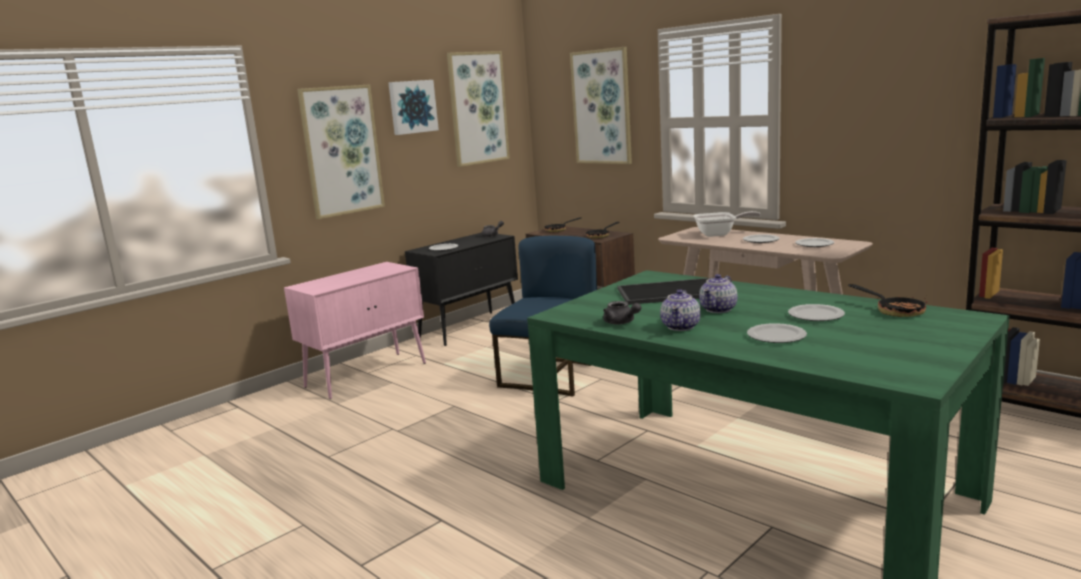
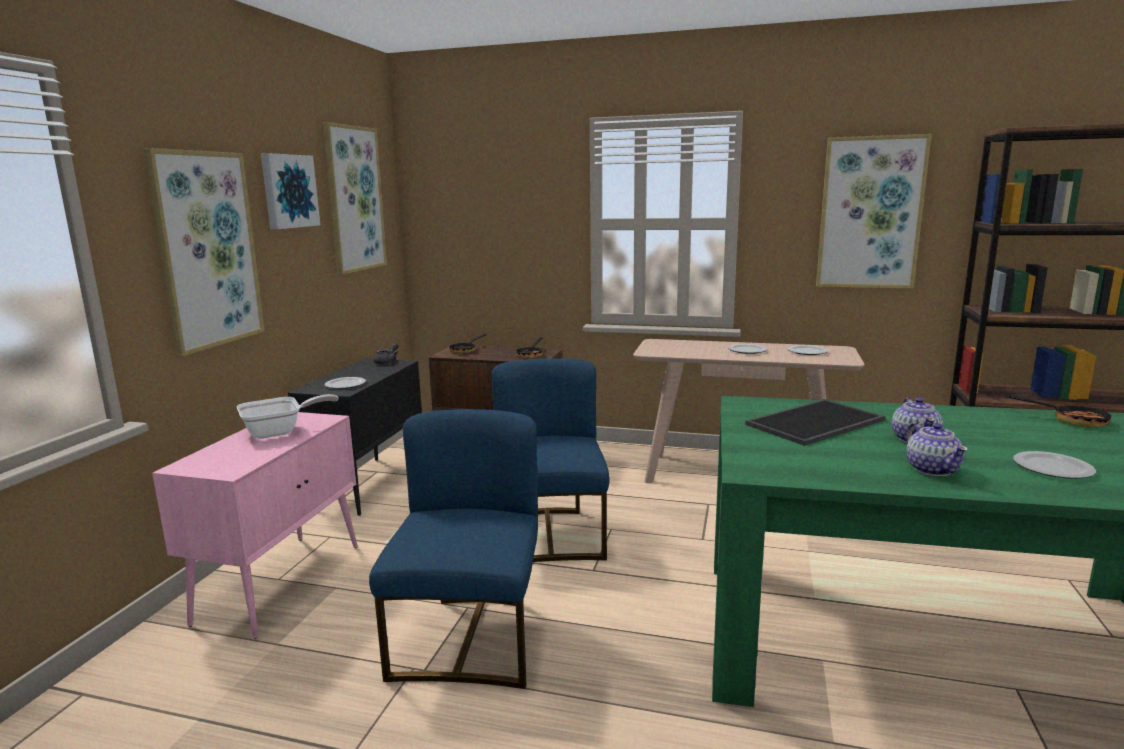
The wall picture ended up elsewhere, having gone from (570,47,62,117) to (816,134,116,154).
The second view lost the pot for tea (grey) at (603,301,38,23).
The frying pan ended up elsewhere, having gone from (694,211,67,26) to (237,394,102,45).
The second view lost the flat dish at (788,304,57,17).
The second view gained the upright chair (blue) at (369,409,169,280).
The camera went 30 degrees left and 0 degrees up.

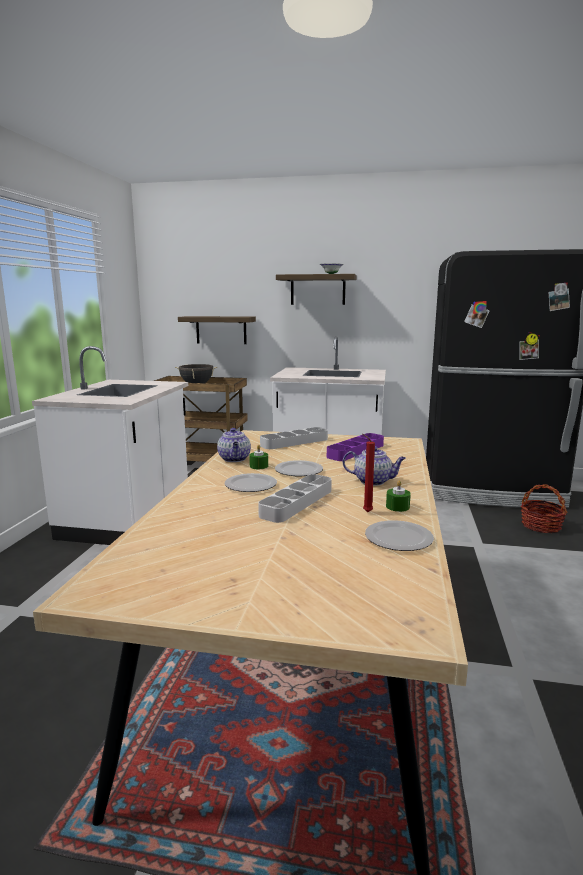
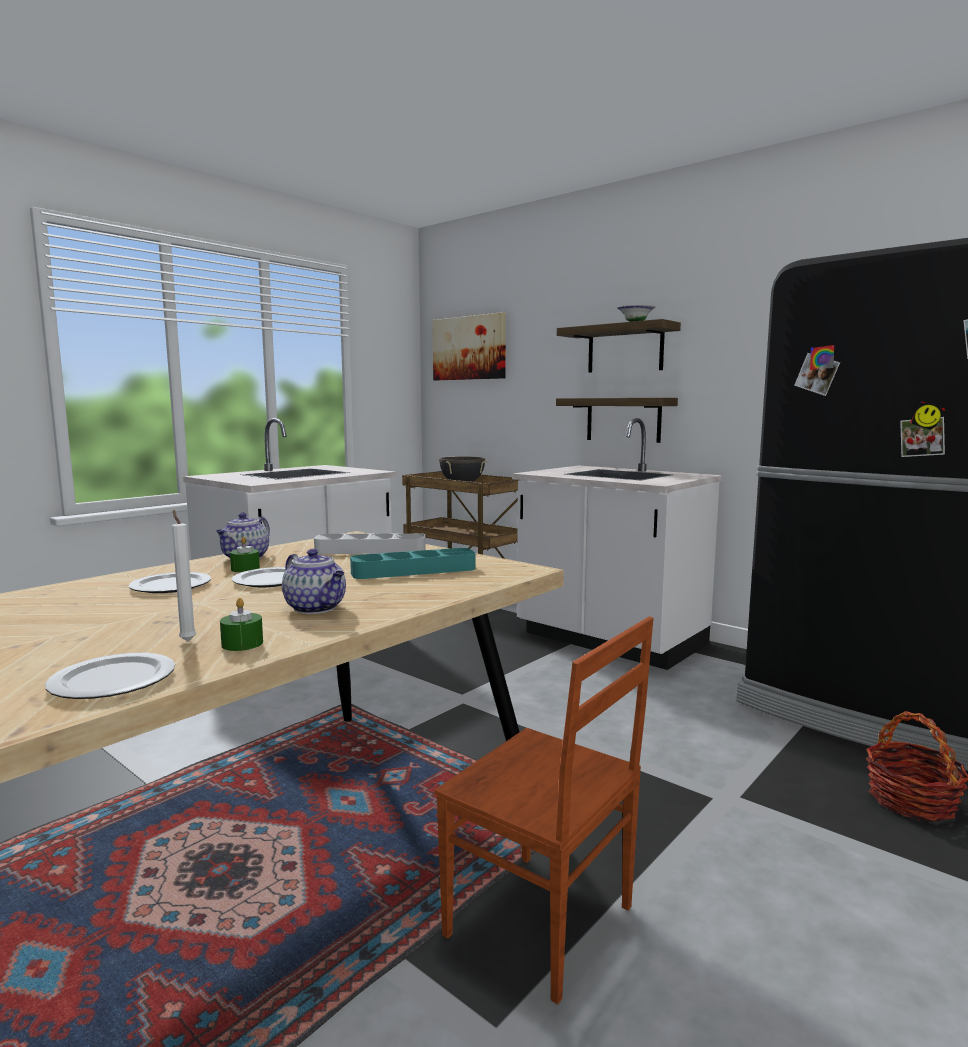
The wall shelf ended up elsewhere, having gone from (178,316,78,28) to (556,398,122,45).
The second view lost the carrying tray (grey) at (258,474,74,49).
What was the carrying tray (purplish) at (327,433,57,28) turned into the carrying tray (turquoise-coloured) at (350,548,125,31).
What was the candle (red) at (363,434,12,78) turned into the candle (white) at (172,510,24,131).
The second view gained the wall picture at (433,312,73,68).
The second view gained the upright chair (brown) at (435,616,219,388).
The camera went 30 degrees right and 5 degrees down.

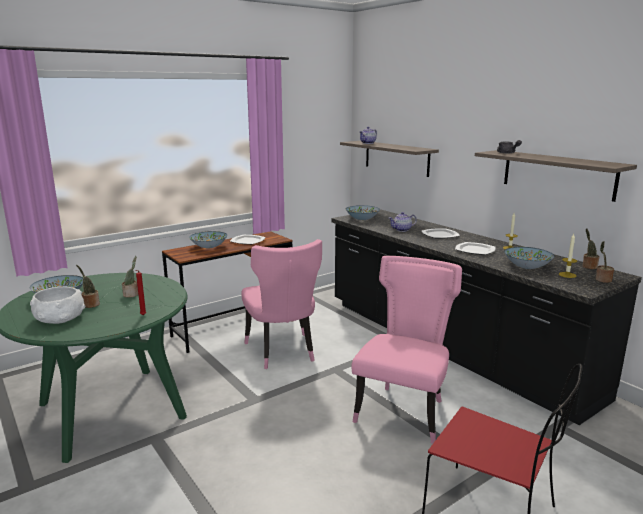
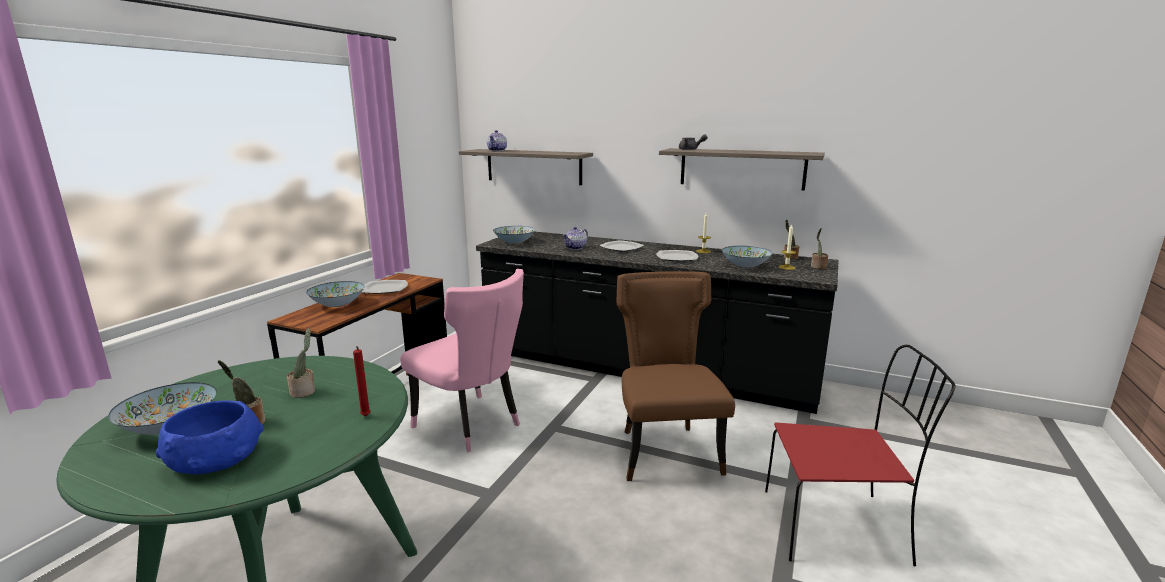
What was the serving bowl (white) at (30,286,55,38) turned into the serving bowl (blue) at (156,400,107,74).
What was the upright chair (pink-coloured) at (352,256,110,188) turned into the upright chair (brown) at (616,271,119,210).
The camera went 30 degrees left and 0 degrees up.

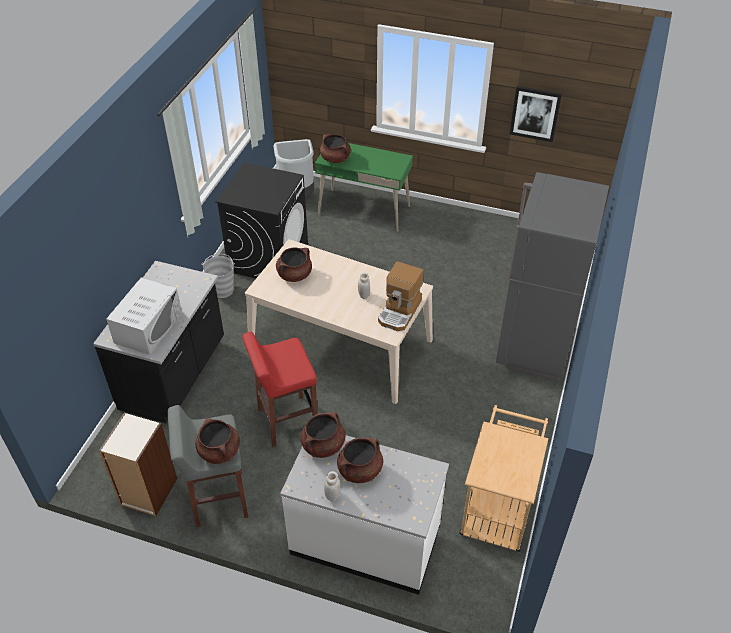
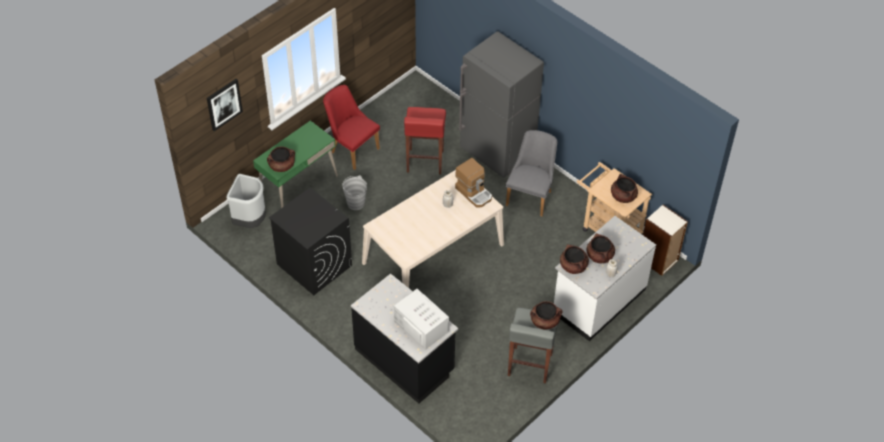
The bookshelf ended up elsewhere, having gone from (99,413,78,103) to (643,204,45,72).
The pail (grey) ended up elsewhere, having gone from (201,254,34,44) to (342,175,25,35).
The stool (red) ended up elsewhere, having gone from (242,331,75,116) to (404,107,42,67).
The cooking pot (brown) ended up elsewhere, having gone from (276,248,36,34) to (611,174,27,29).
The wall picture ended up elsewhere, having gone from (510,86,52,56) to (207,79,36,52).
The second view gained the upright chair (red) at (323,85,57,85).
The second view gained the upright chair (grey) at (506,130,51,87).
The camera went 65 degrees left and 5 degrees up.

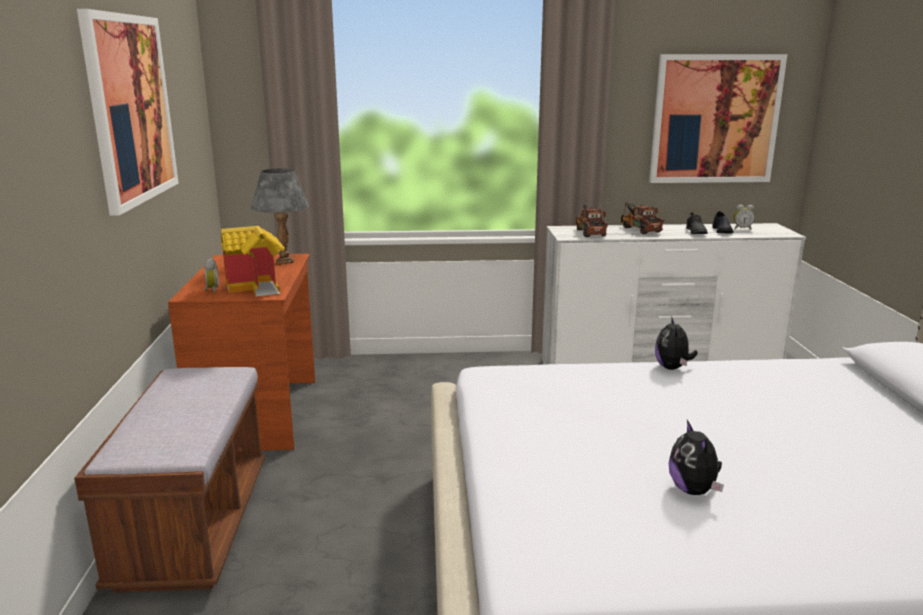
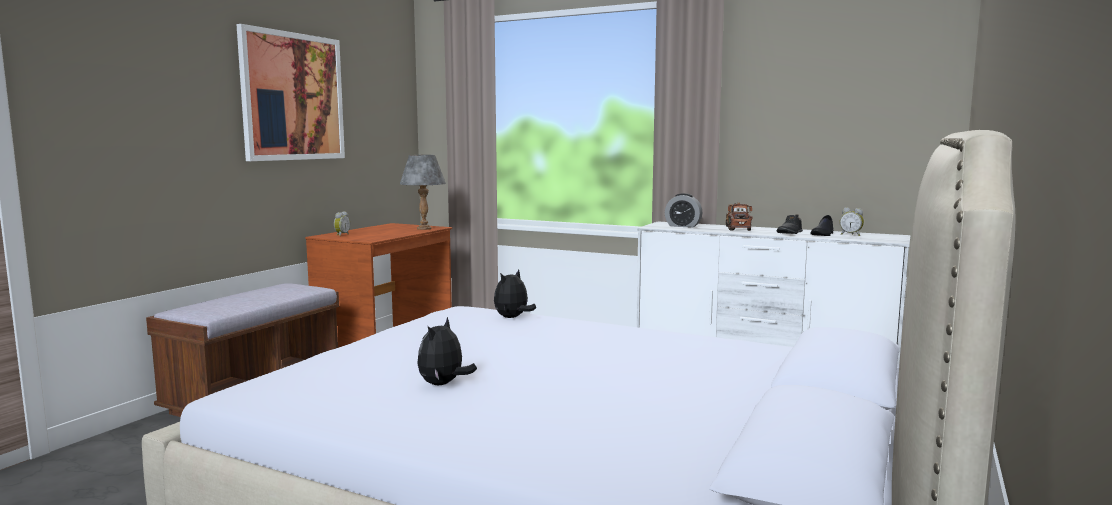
The second view lost the miniature house at (221,226,64,71).
Where the model truck stood at (576,205,32,32), the bedside clock came to stand at (665,193,37,35).
The second view lost the wall picture at (649,54,139,129).
The cuddly toy ended up elsewhere, having gone from (655,316,43,54) to (494,269,42,49).
The camera went 30 degrees right and 10 degrees down.

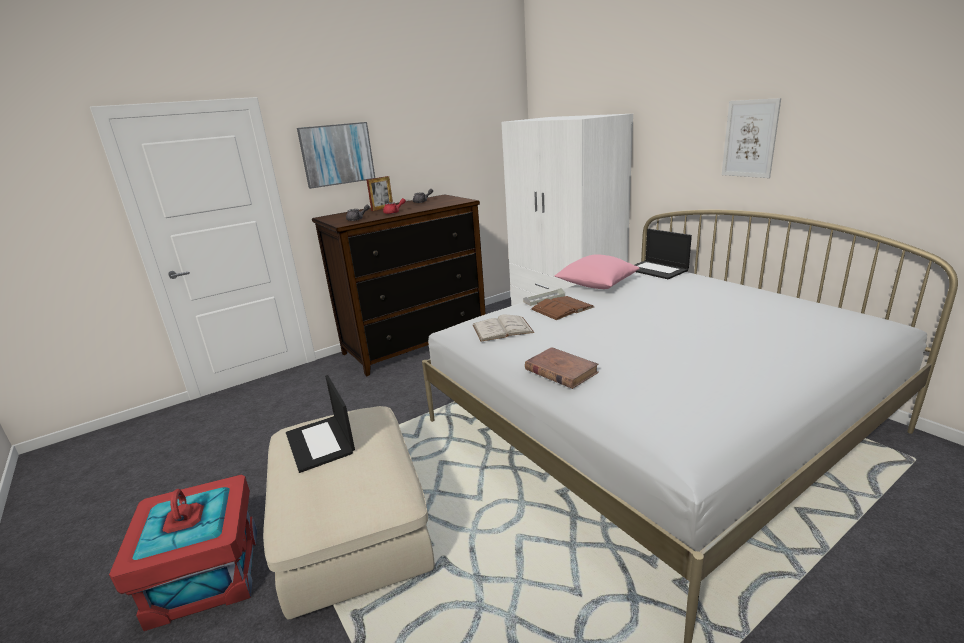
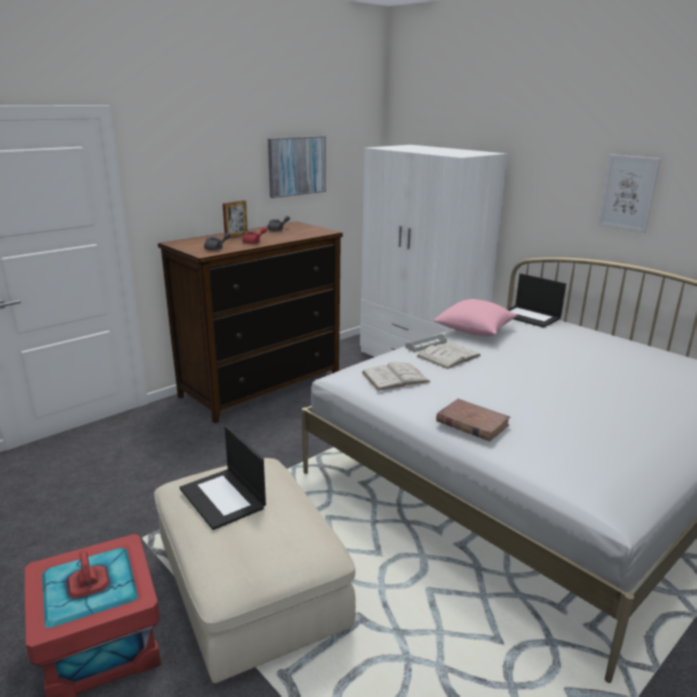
The wall picture ended up elsewhere, having gone from (297,122,78,67) to (268,136,58,62).
What was the book (brown) at (531,296,63,24) turned into the book (white) at (417,343,64,26).
The camera went 10 degrees left and 0 degrees up.

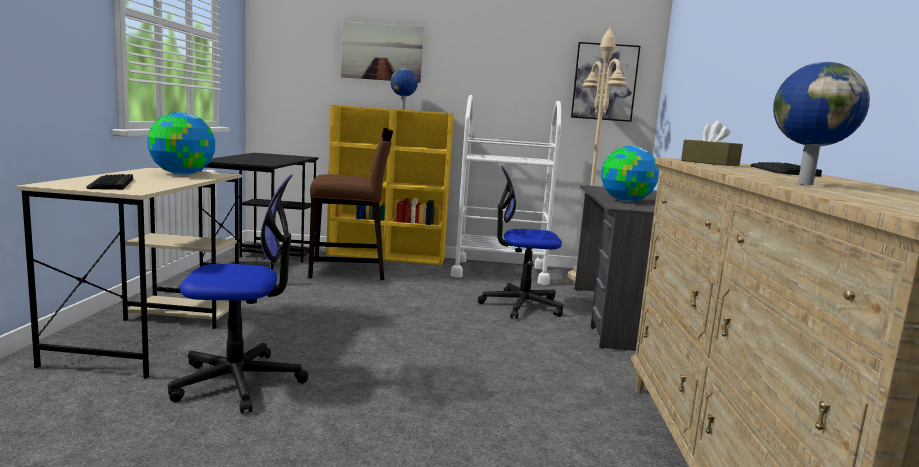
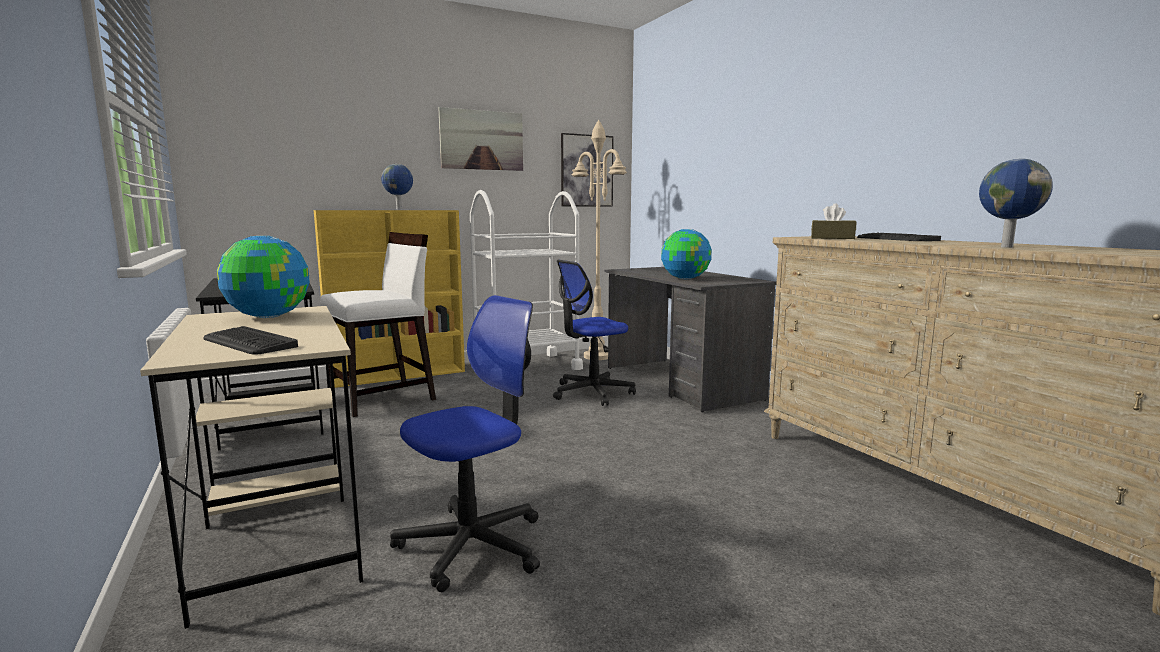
What was the upright chair (brown) at (308,128,85,152) turned into the upright chair (white) at (320,232,116,185).
The wall picture ended up elsewhere, having gone from (341,22,83,61) to (438,107,85,64).
The camera went 30 degrees left and 0 degrees up.

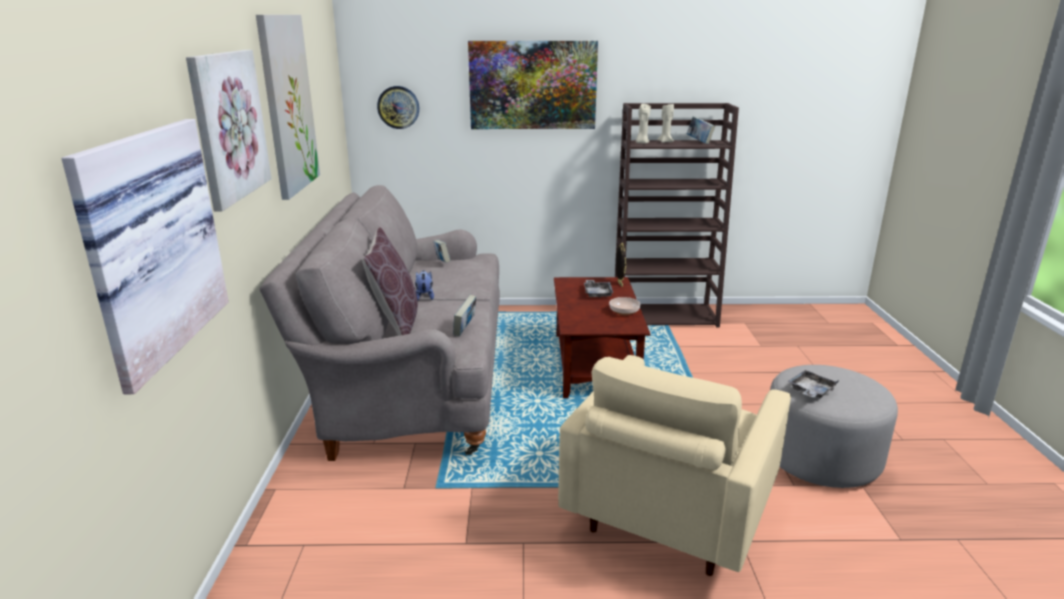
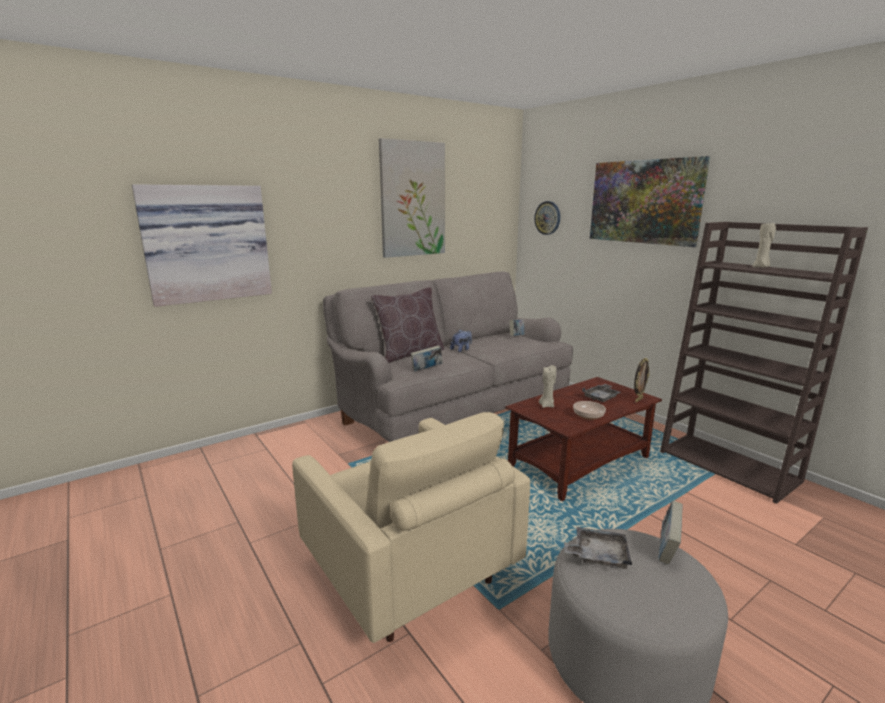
The second view lost the wall picture at (186,50,86,161).
The lounge chair (sand-coloured) at (558,355,233,221) ended up facing another way, 120 degrees counterclockwise from before.
The candle (sand-coloured) ended up elsewhere, having gone from (636,104,15,40) to (539,365,17,43).
The book ended up elsewhere, having gone from (687,116,28,28) to (658,500,25,65).
The camera went 55 degrees right and 5 degrees down.

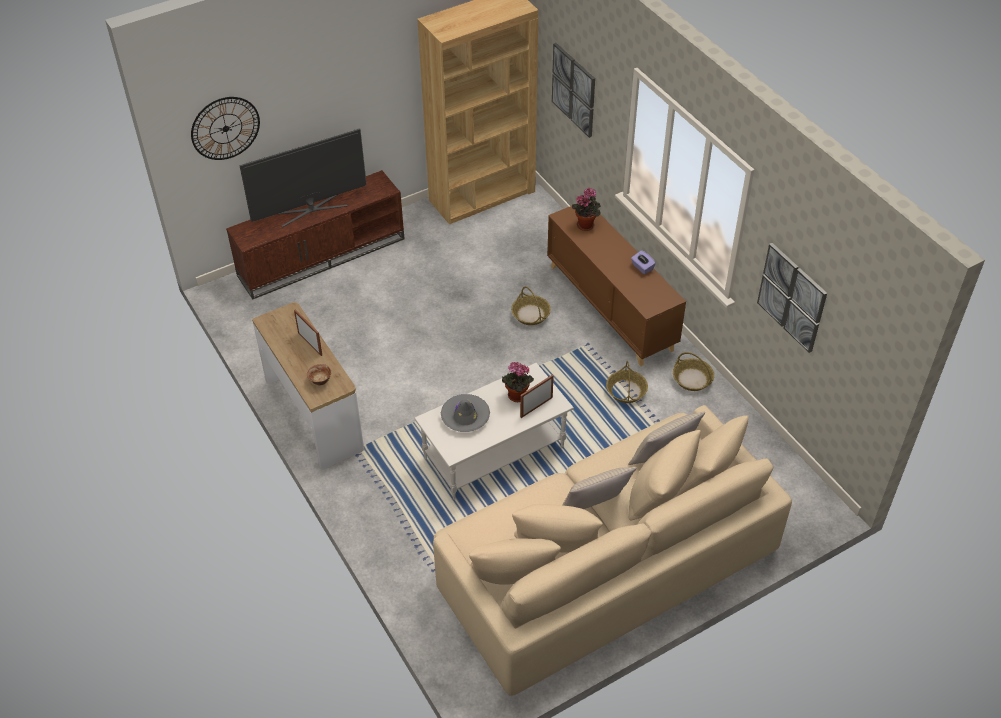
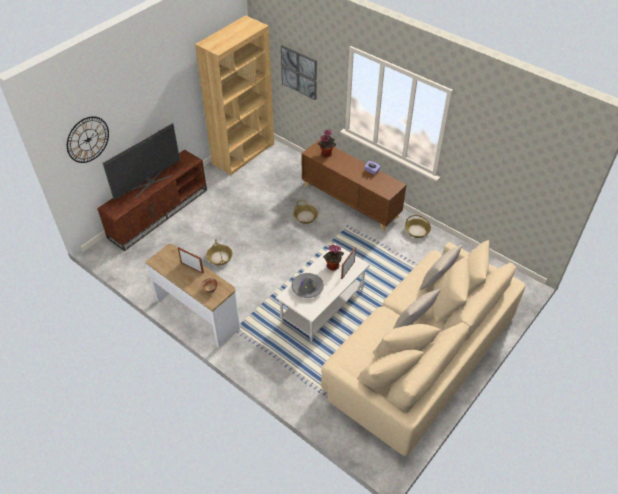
The storage basket ended up elsewhere, having gone from (606,361,42,42) to (206,239,27,26).
The second view lost the wall picture at (757,243,70,110).
The camera went 20 degrees left and 0 degrees up.

